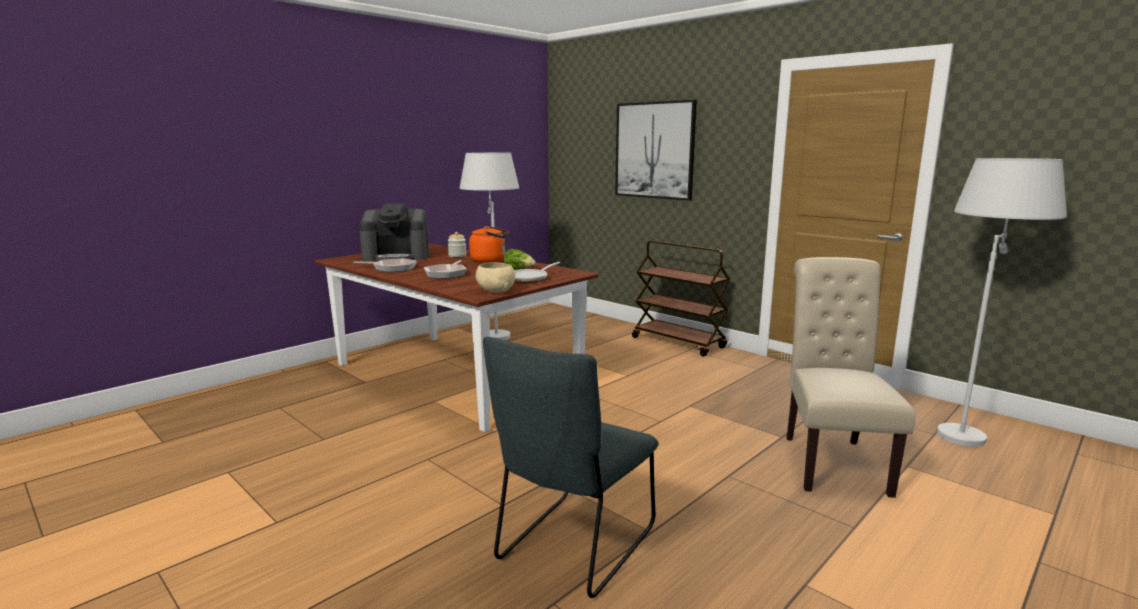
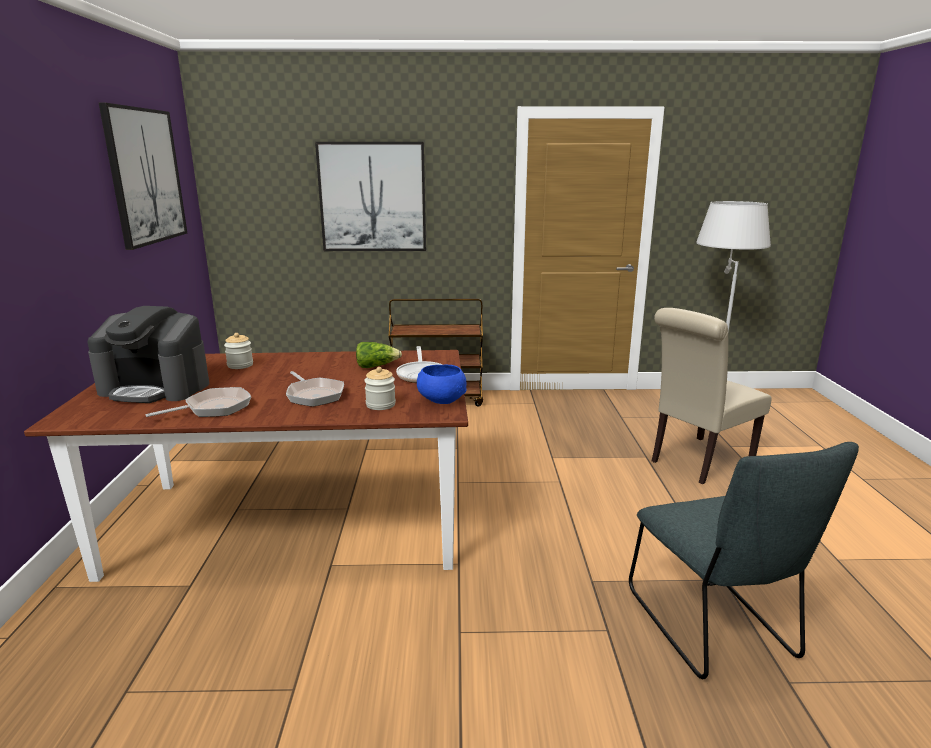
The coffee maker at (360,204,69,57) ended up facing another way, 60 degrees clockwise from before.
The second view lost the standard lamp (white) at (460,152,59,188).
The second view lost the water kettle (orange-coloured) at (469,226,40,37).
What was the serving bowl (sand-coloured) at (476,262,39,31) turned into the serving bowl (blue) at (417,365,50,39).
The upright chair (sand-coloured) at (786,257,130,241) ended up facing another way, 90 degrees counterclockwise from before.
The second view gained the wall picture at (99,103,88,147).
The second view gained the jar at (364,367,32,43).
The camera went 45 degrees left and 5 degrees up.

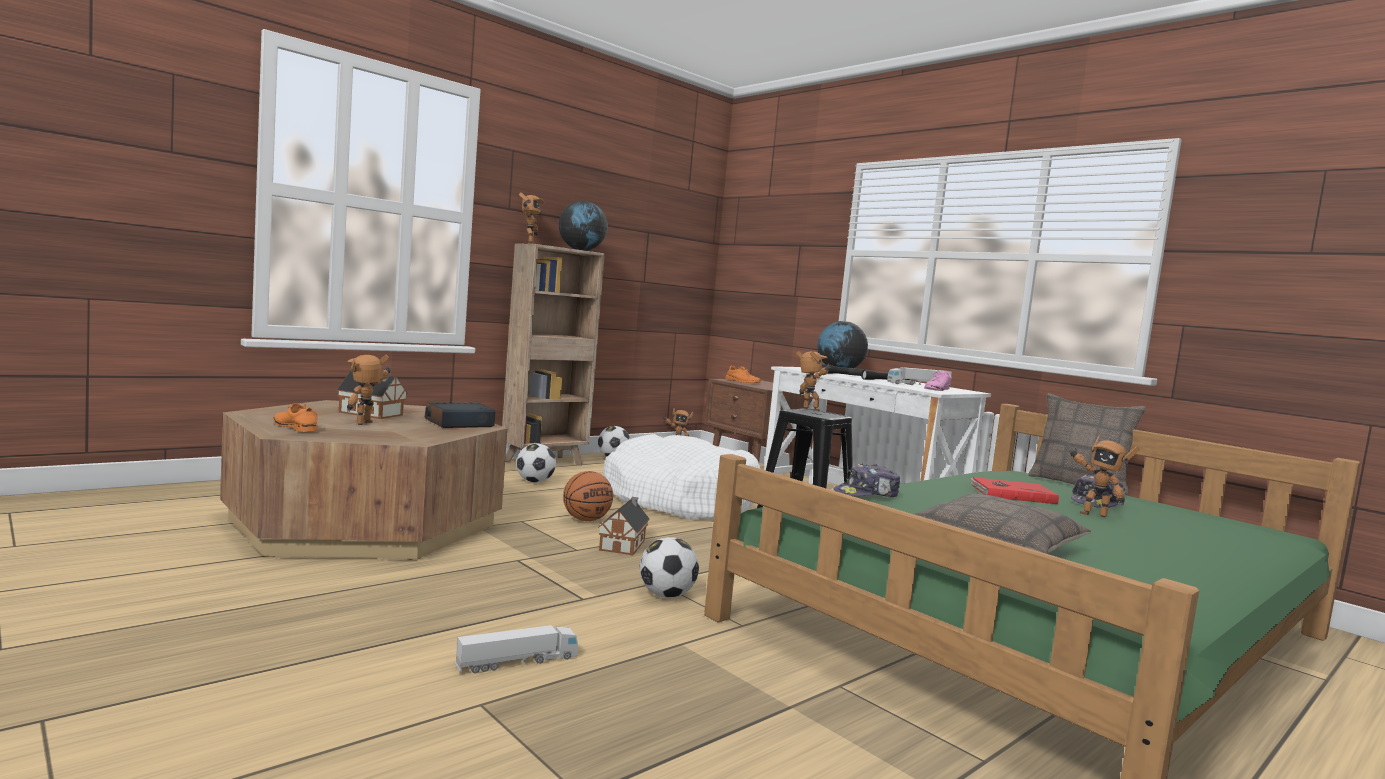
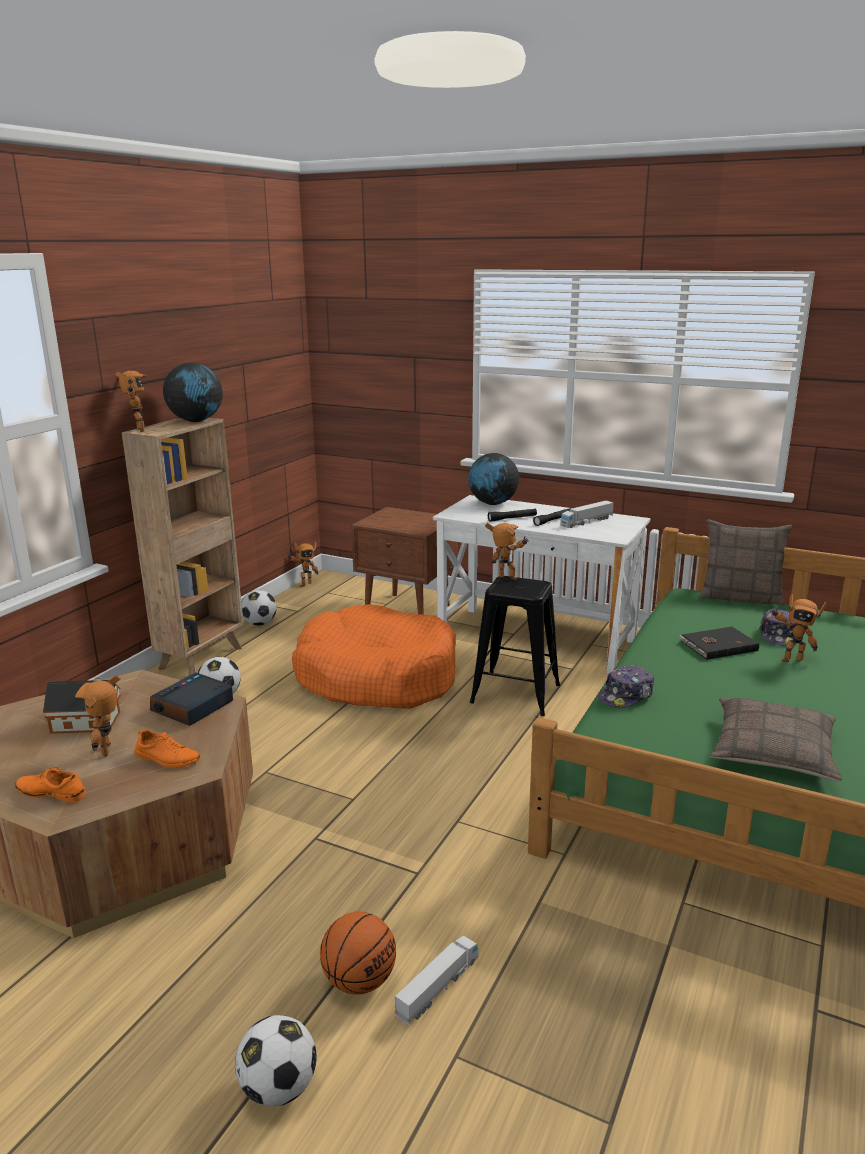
The basketball ball ended up elsewhere, having gone from (563,471,50,50) to (320,912,76,82).
The second view lost the miniature house at (598,497,52,59).
What was the dog bed (white) at (604,434,157,86) turned into the dog bed (orange-coloured) at (292,604,164,105).
The football ended up elsewhere, having gone from (640,537,59,61) to (235,1015,82,91).
The shoe (orange-coloured) ended up elsewhere, having gone from (725,365,36,18) to (135,729,65,39).
The second view lost the shoe (pink-coloured) at (924,370,28,21).
What was the book (red) at (970,477,89,27) turned into the book (black) at (679,627,80,33).
The camera went 20 degrees left and 15 degrees up.

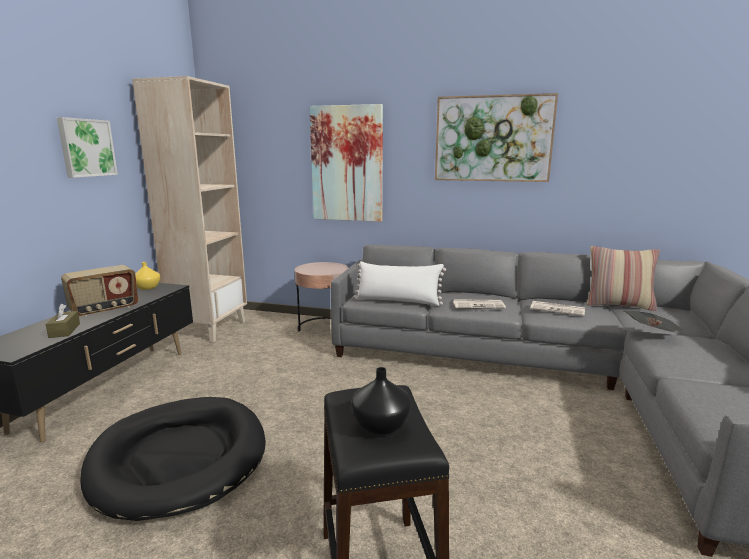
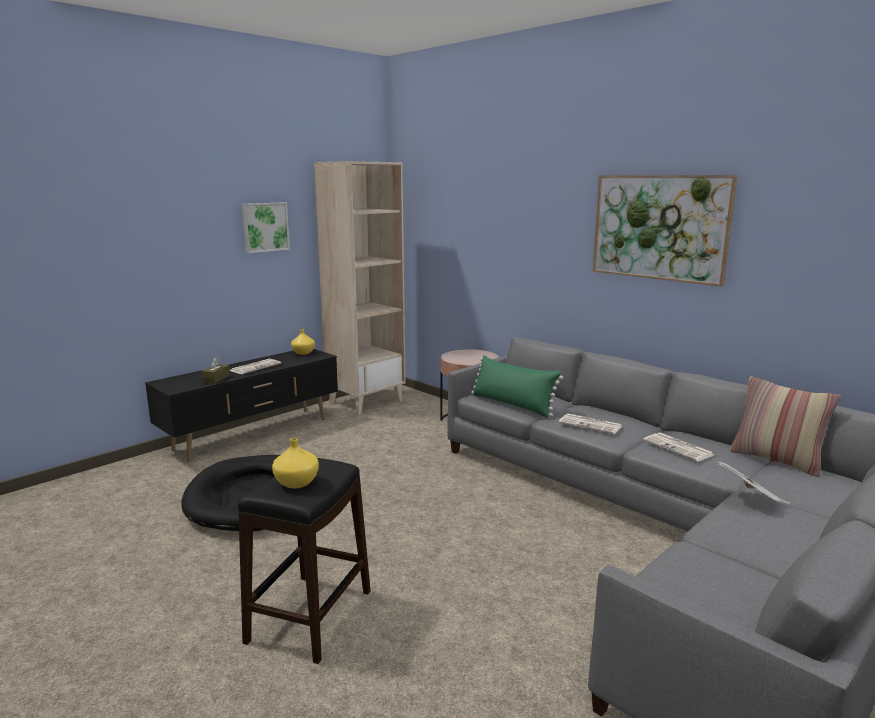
Where the radio receiver stood at (61,265,77,52), the daily paper came to stand at (229,359,52,15).
The second view lost the wall picture at (309,104,74,118).
What was the vase (black) at (351,367,60,68) turned into the vase (yellowish) at (272,438,47,50).
What was the throw pillow (white) at (354,261,92,45) turned into the throw pillow (green-coloured) at (471,355,92,63).
The camera went 30 degrees right and 0 degrees up.

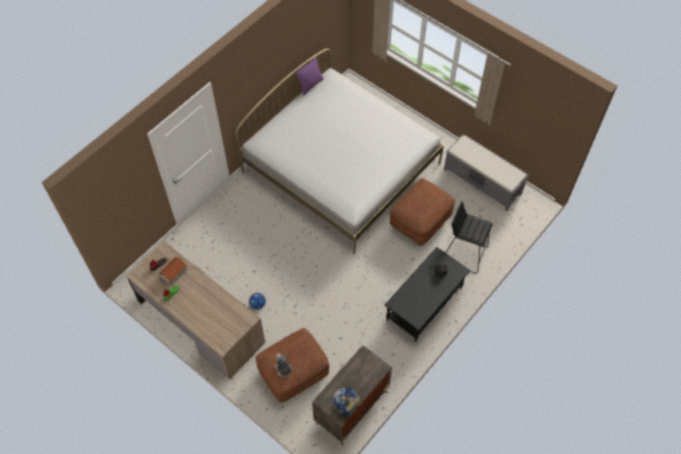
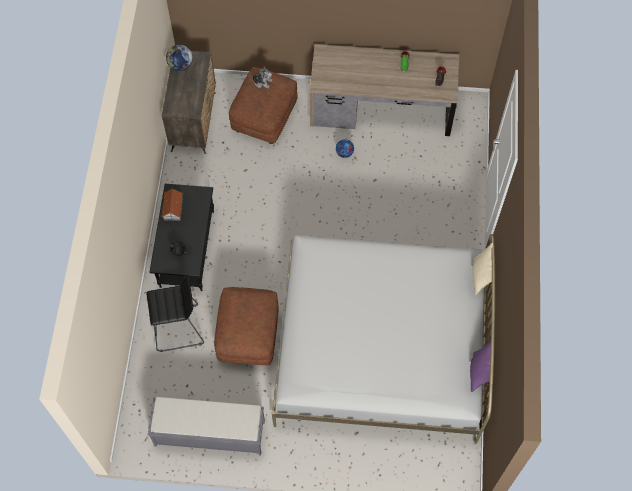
The miniature house ended up elsewhere, having gone from (158,257,29,29) to (161,188,22,33).
The second view gained the throw pillow (sand-coloured) at (472,243,21,52).
The camera went 145 degrees right and 5 degrees up.

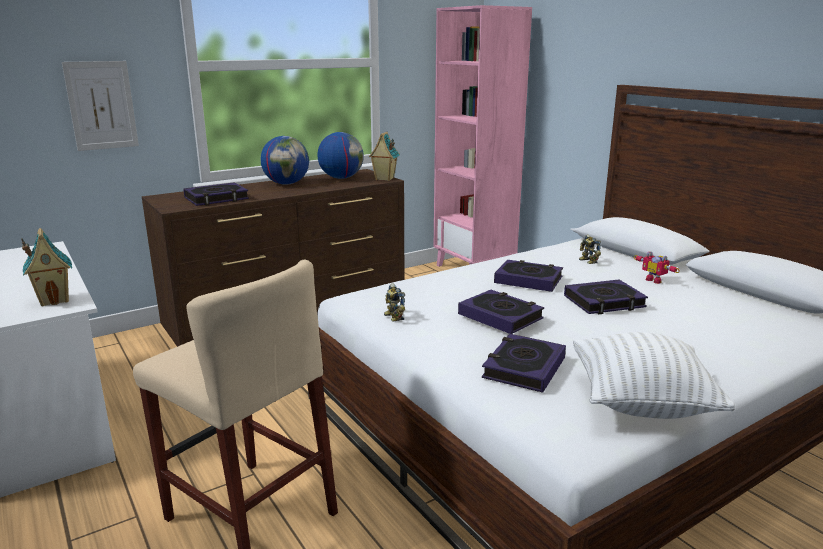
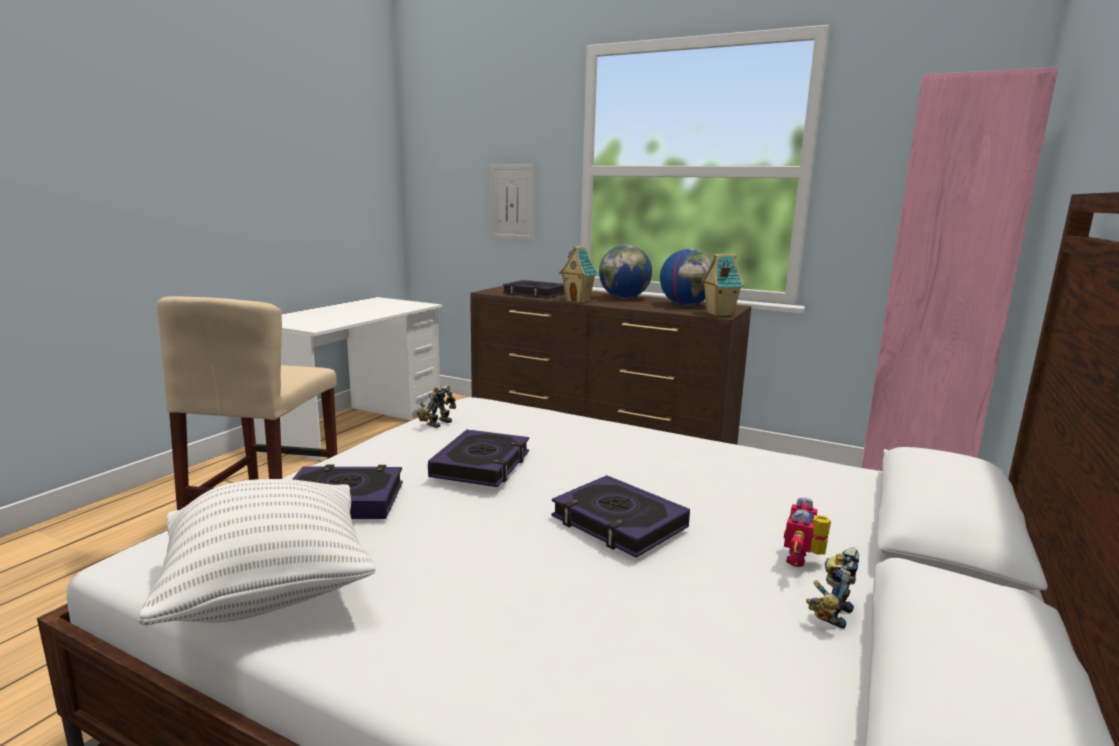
The miniature house ended up elsewhere, having gone from (21,228,51,79) to (559,245,39,58).
The second view lost the book at (494,260,69,32).
The toy robot ended up elsewhere, having gone from (579,234,22,30) to (806,547,53,82).
The camera went 60 degrees right and 5 degrees down.

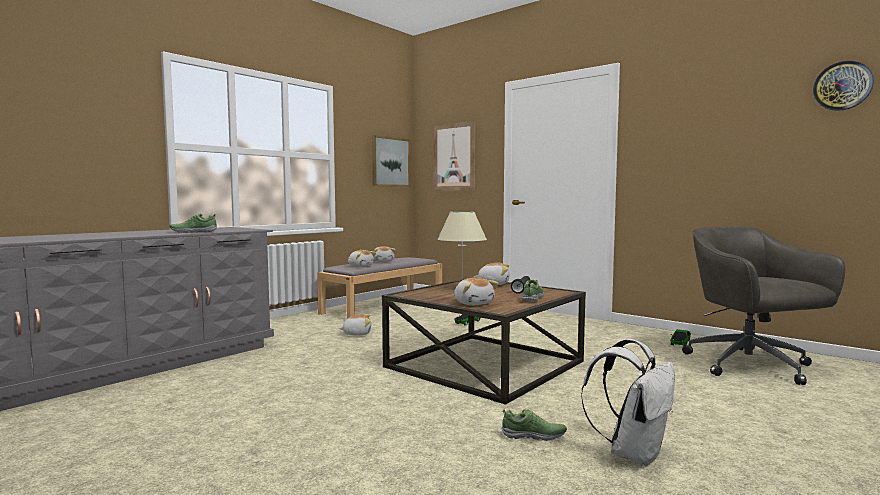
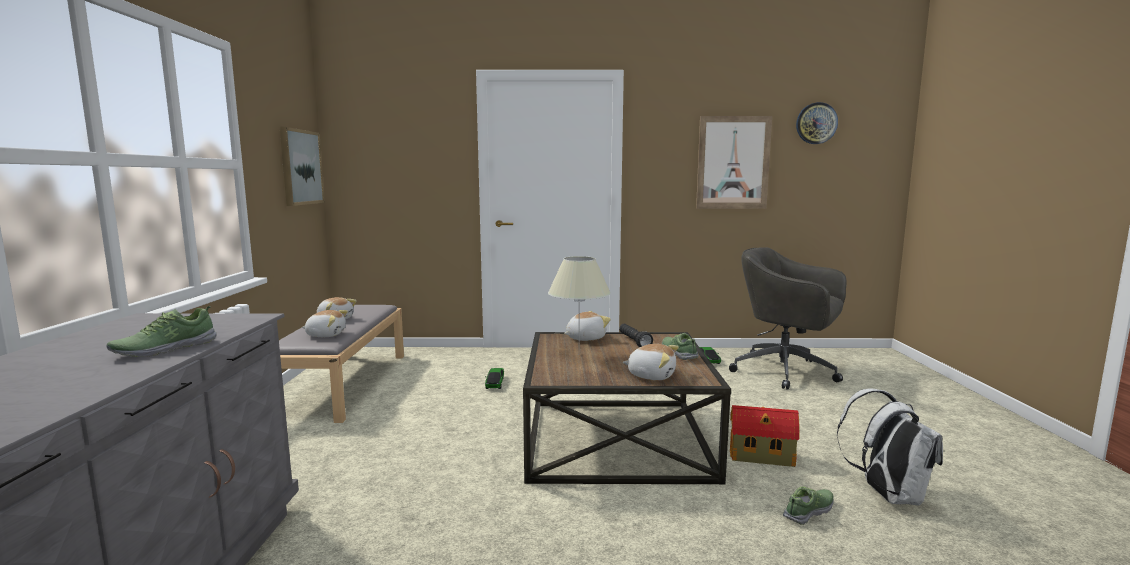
The second view lost the cuddly toy at (339,314,32,22).
The wall picture ended up elsewhere, having gone from (434,121,41,70) to (696,116,76,93).
The second view gained the miniature house at (730,405,70,62).
The camera went 40 degrees left and 5 degrees up.

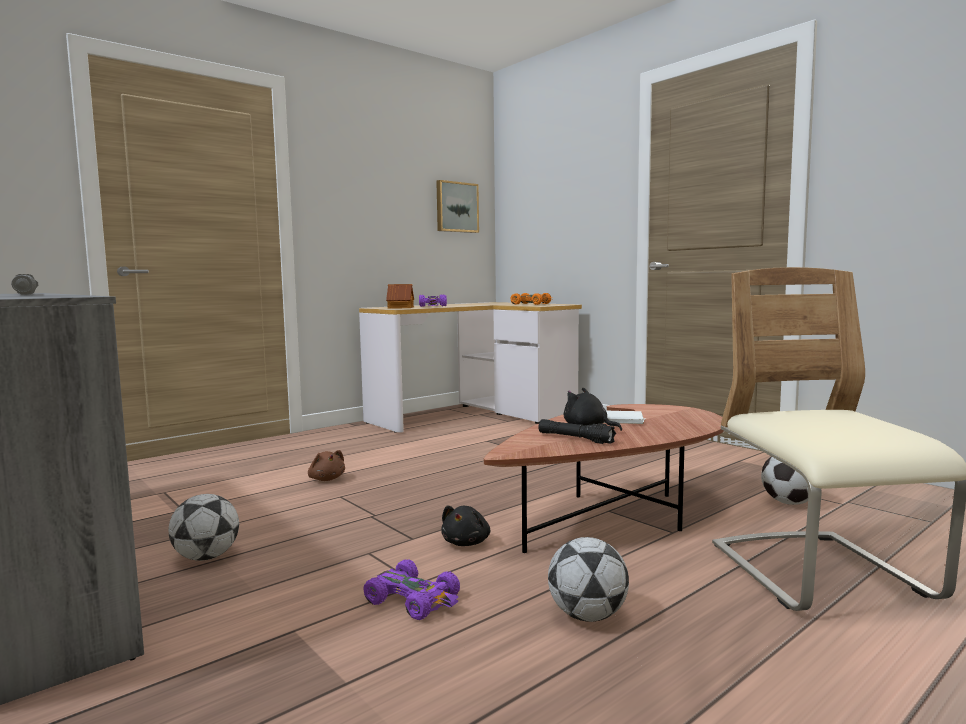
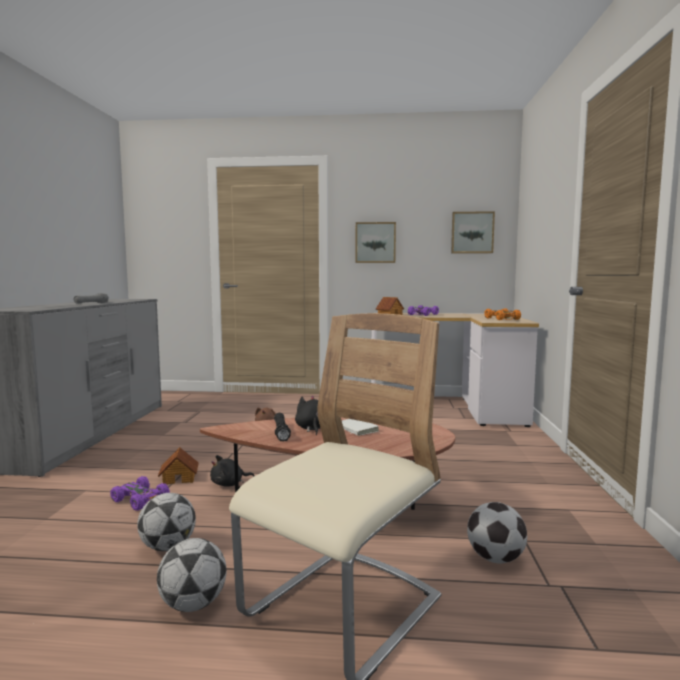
The football ended up elsewhere, having gone from (168,494,71,67) to (157,538,70,74).
The model car (purplish) at (363,559,97,61) ended up facing another way, 45 degrees counterclockwise from before.
The second view gained the miniature house at (158,447,41,37).
The second view gained the wall picture at (355,222,41,41).
The camera went 45 degrees right and 0 degrees up.

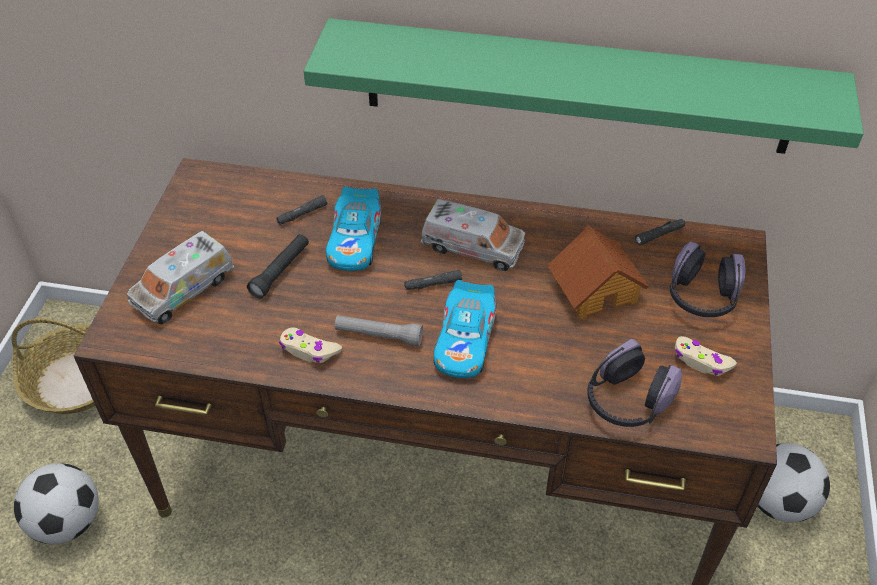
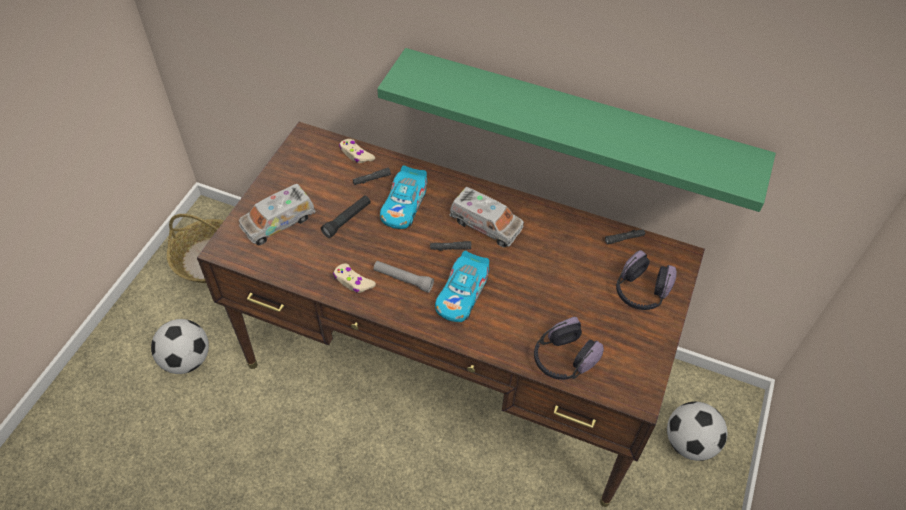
The second view lost the miniature house at (548,226,101,93).
The joypad (sand-coloured) ended up elsewhere, having gone from (675,336,62,40) to (339,139,36,24).
The camera went 10 degrees right and 5 degrees up.

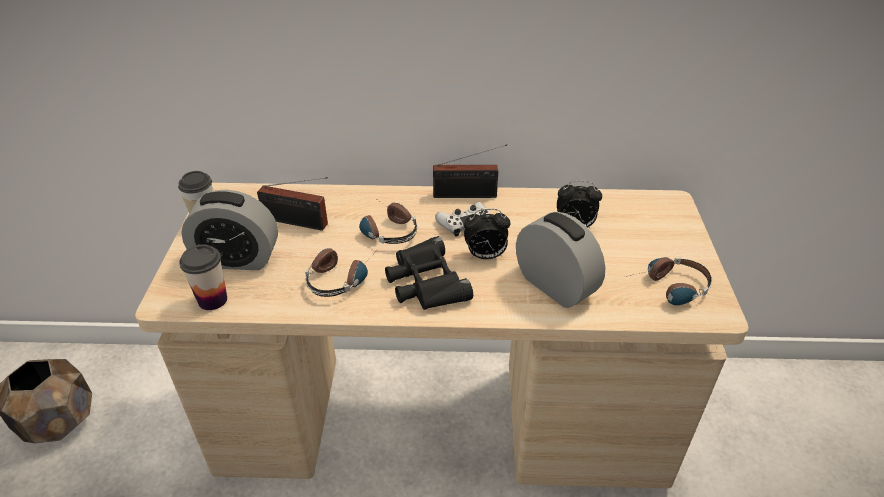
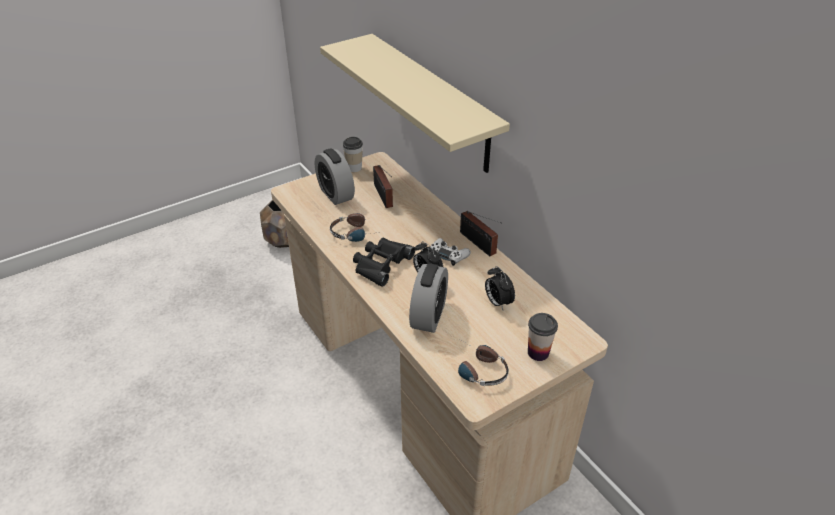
The cup ended up elsewhere, having gone from (179,244,48,66) to (528,313,30,48).
The second view lost the pair of headphones at (359,198,58,46).
The second view gained the wall shelf (sand-coloured) at (320,34,190,139).
The camera went 55 degrees right and 0 degrees up.

